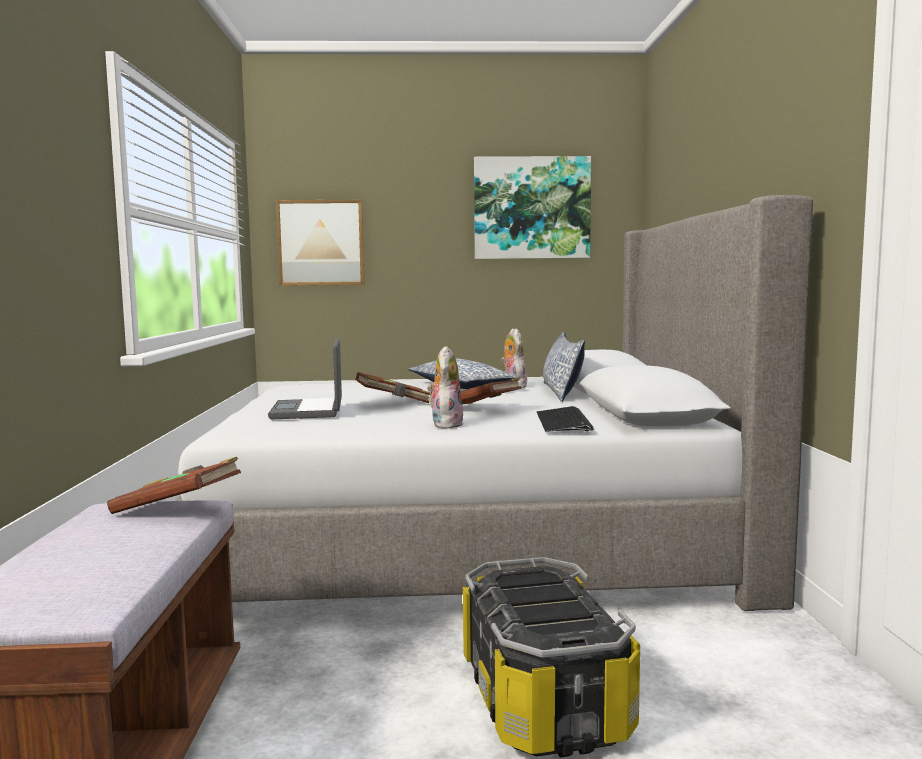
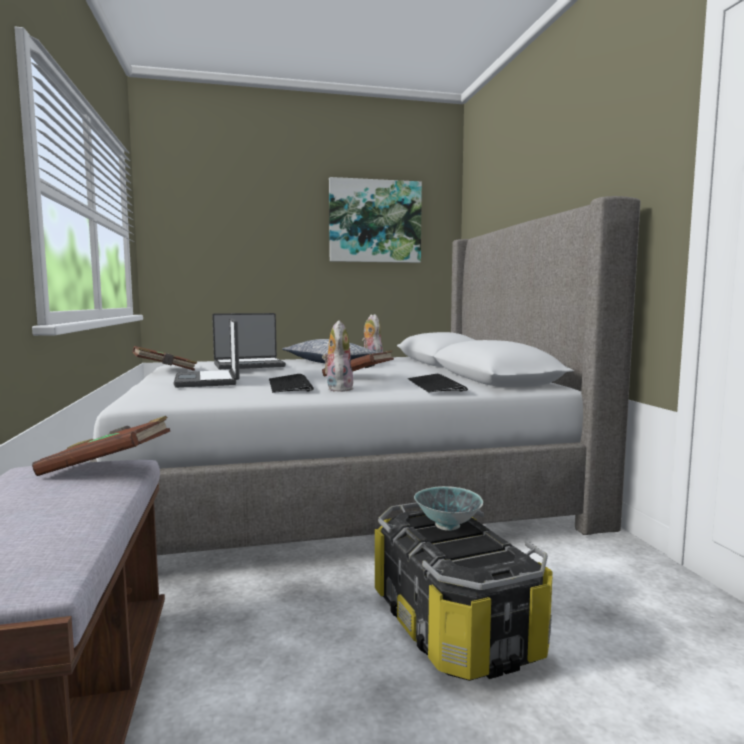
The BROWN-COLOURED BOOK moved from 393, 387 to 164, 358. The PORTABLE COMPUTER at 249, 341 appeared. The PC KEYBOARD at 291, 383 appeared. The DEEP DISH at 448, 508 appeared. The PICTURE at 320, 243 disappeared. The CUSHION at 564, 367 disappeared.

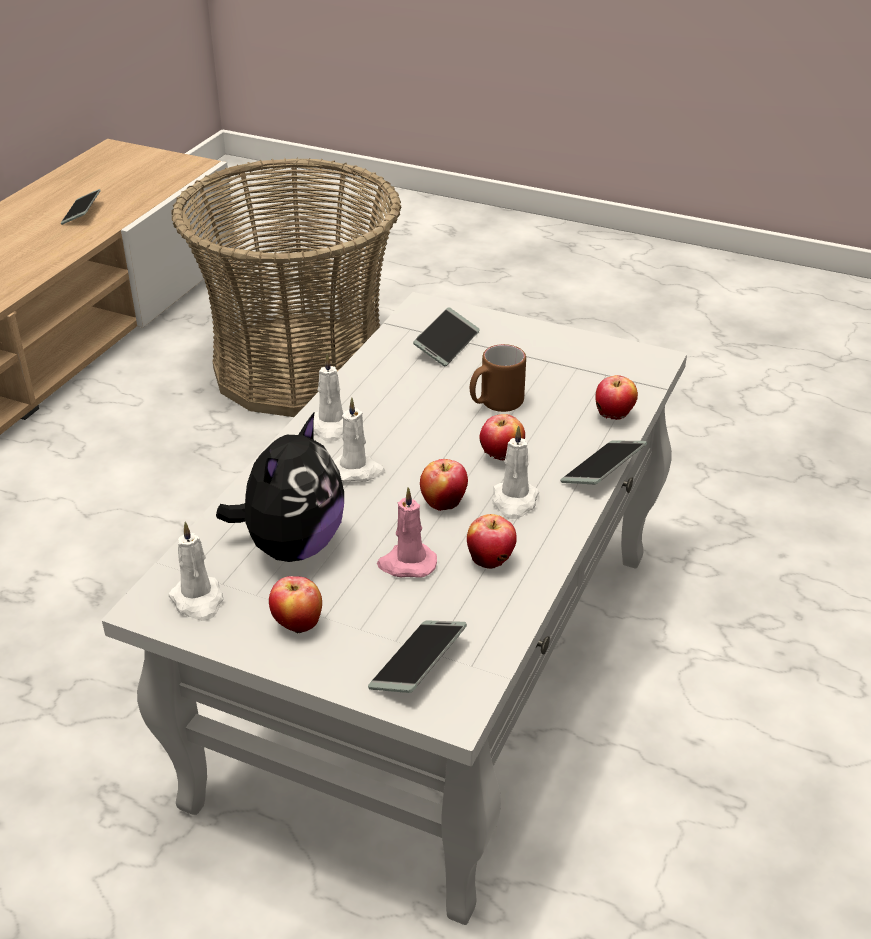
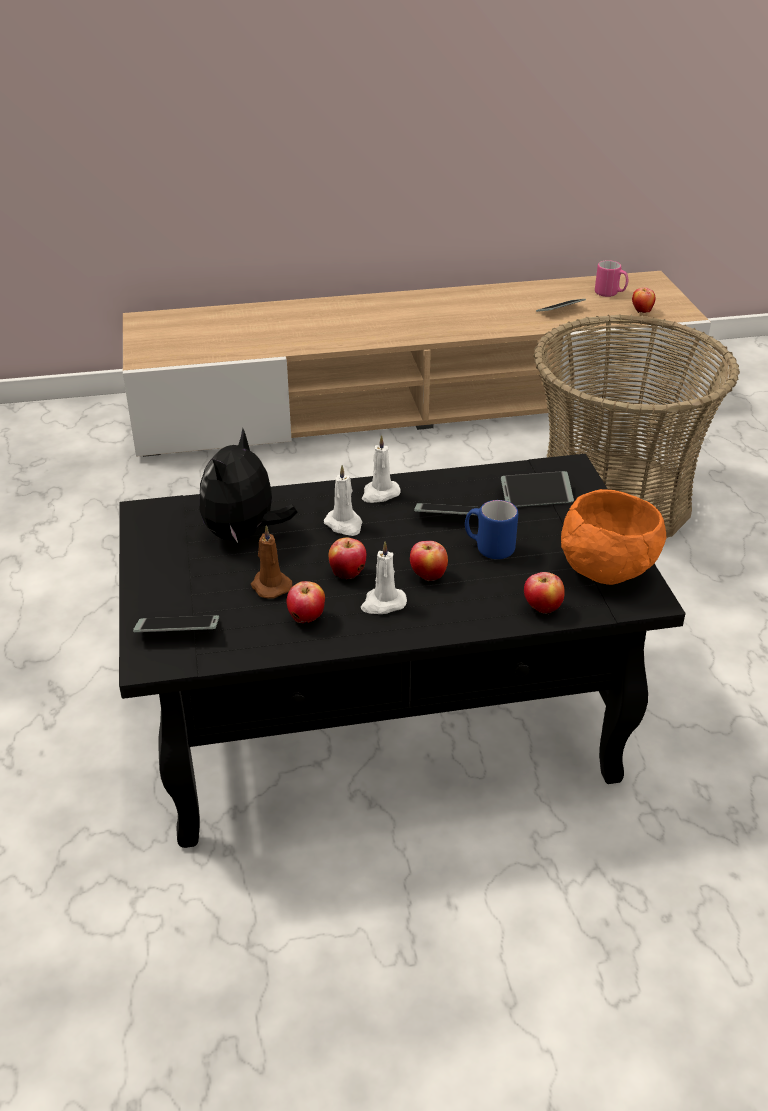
The WHITE LOUNGE TABLE at 394, 608 became the BLACK LOUNGE TABLE at 402, 651. The PLUSH TOY at 280, 487 turned 120 degrees clockwise. The PINKISH WAX CANDLE at 407, 532 became the BROWN-COLOURED WAX CANDLE at 271, 562. The HANDSET moved from 603, 462 to 447, 509. The BROWN-COLOURED TEA MUG at 498, 378 became the BLUISH TEA MUG at 491, 529. The ORANGE DEEP DISH at 613, 537 appeared. The PINKISH TEA MUG at 611, 278 appeared. The WHOLE APPLE moved from 295, 605 to 643, 300. The WHITE WAX CANDLE at 195, 571 disappeared.

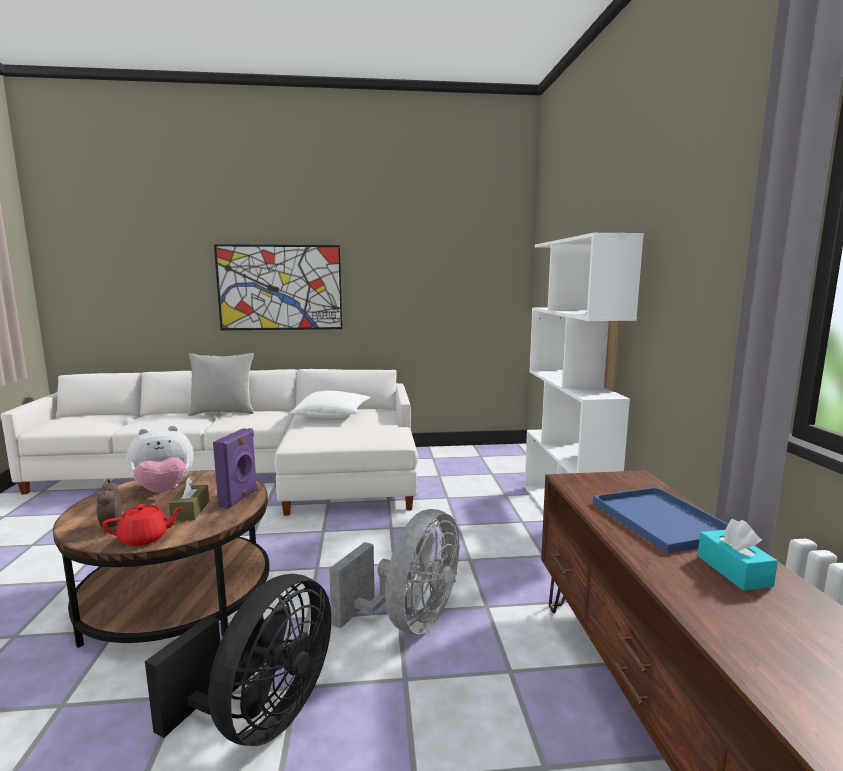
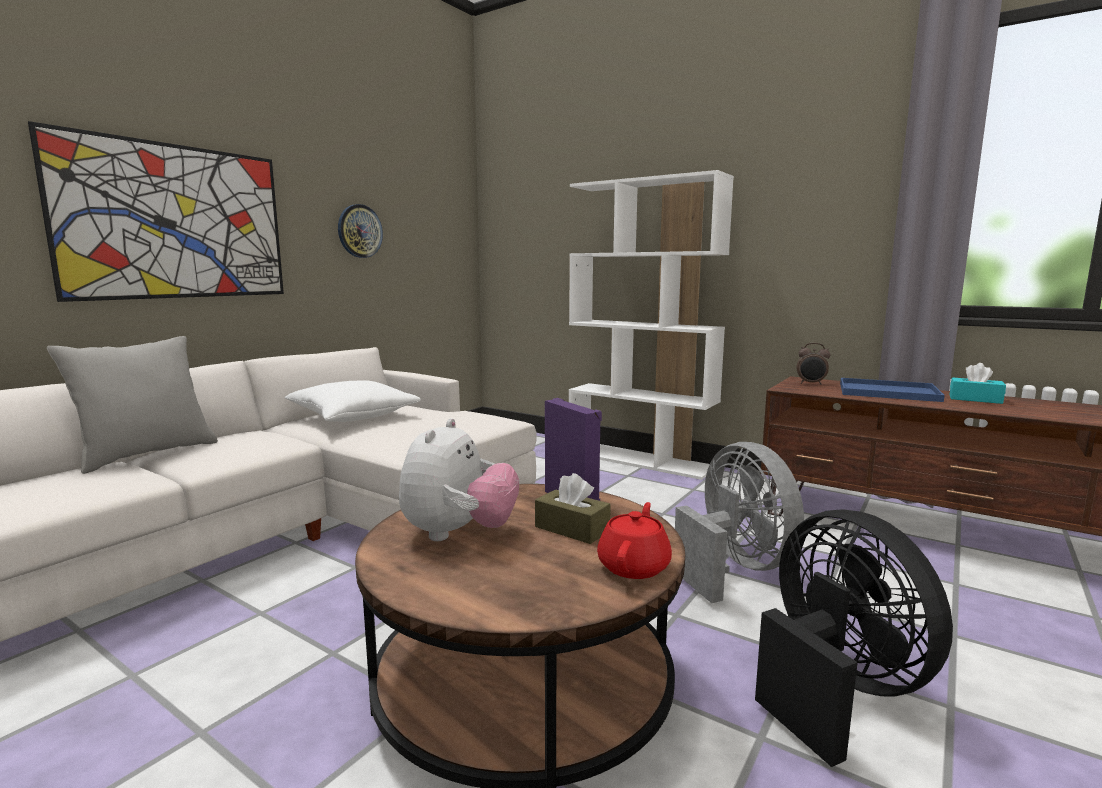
The HANGING CLOCK at 360, 231 appeared. The BEDSIDE CLOCK moved from 109, 506 to 813, 364.

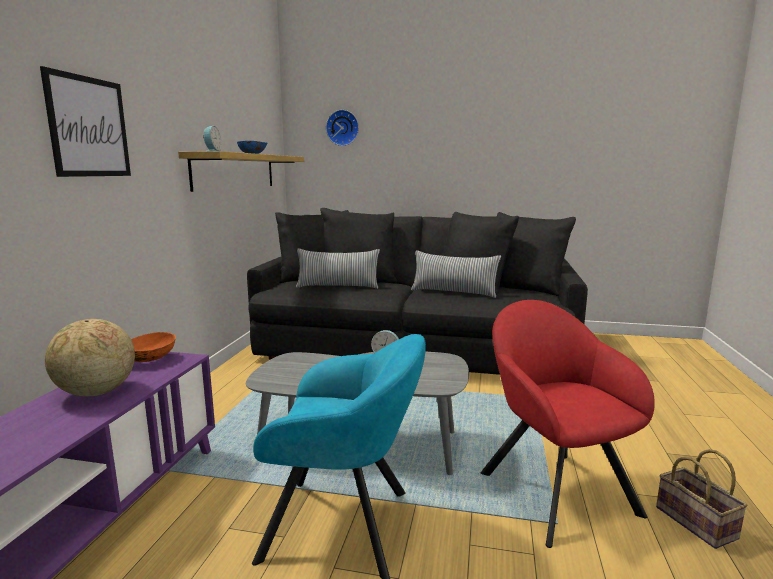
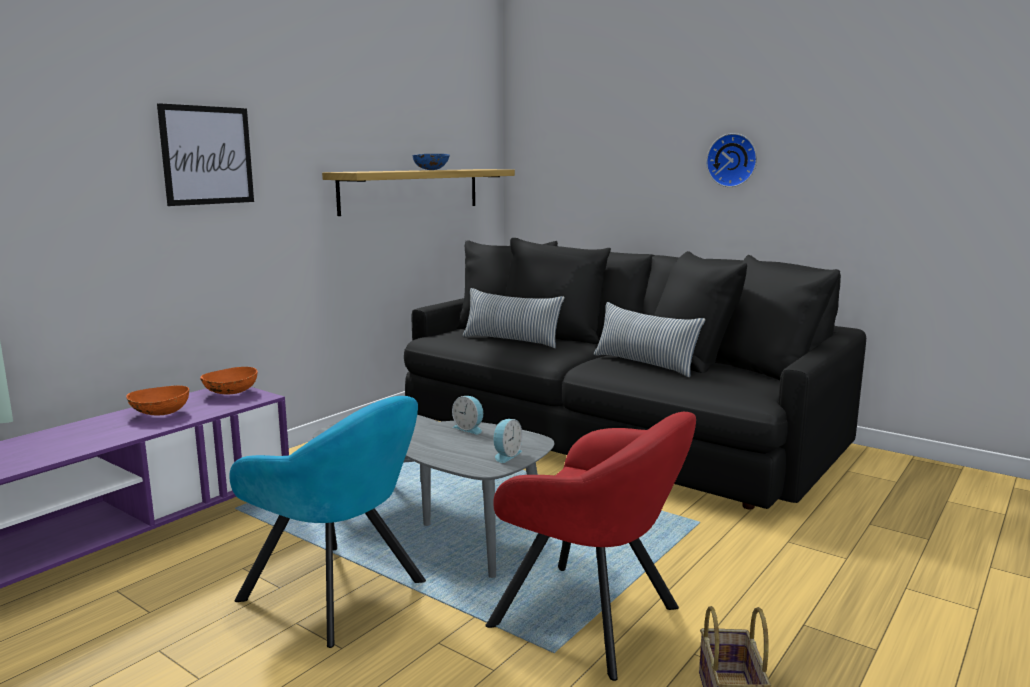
The DESK GLOBE at 90, 358 was replaced by the ORANGE DEEP DISH at 157, 401. The RED-COLOURED ARMCHAIR at 568, 424 turned 120 degrees clockwise. The BEDSIDE CLOCK moved from 212, 138 to 507, 441. The HANGING CLOCK moved from 342, 128 to 731, 160.

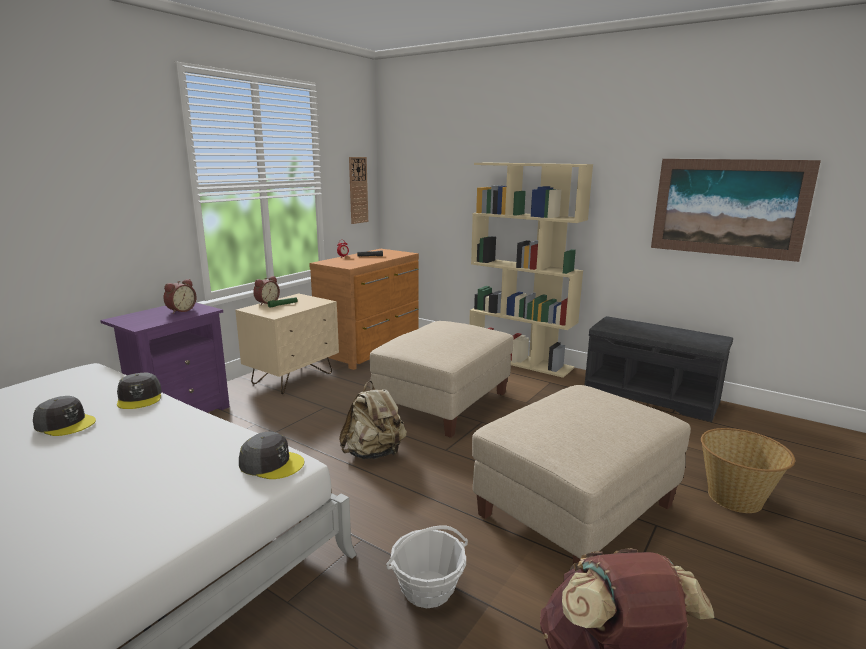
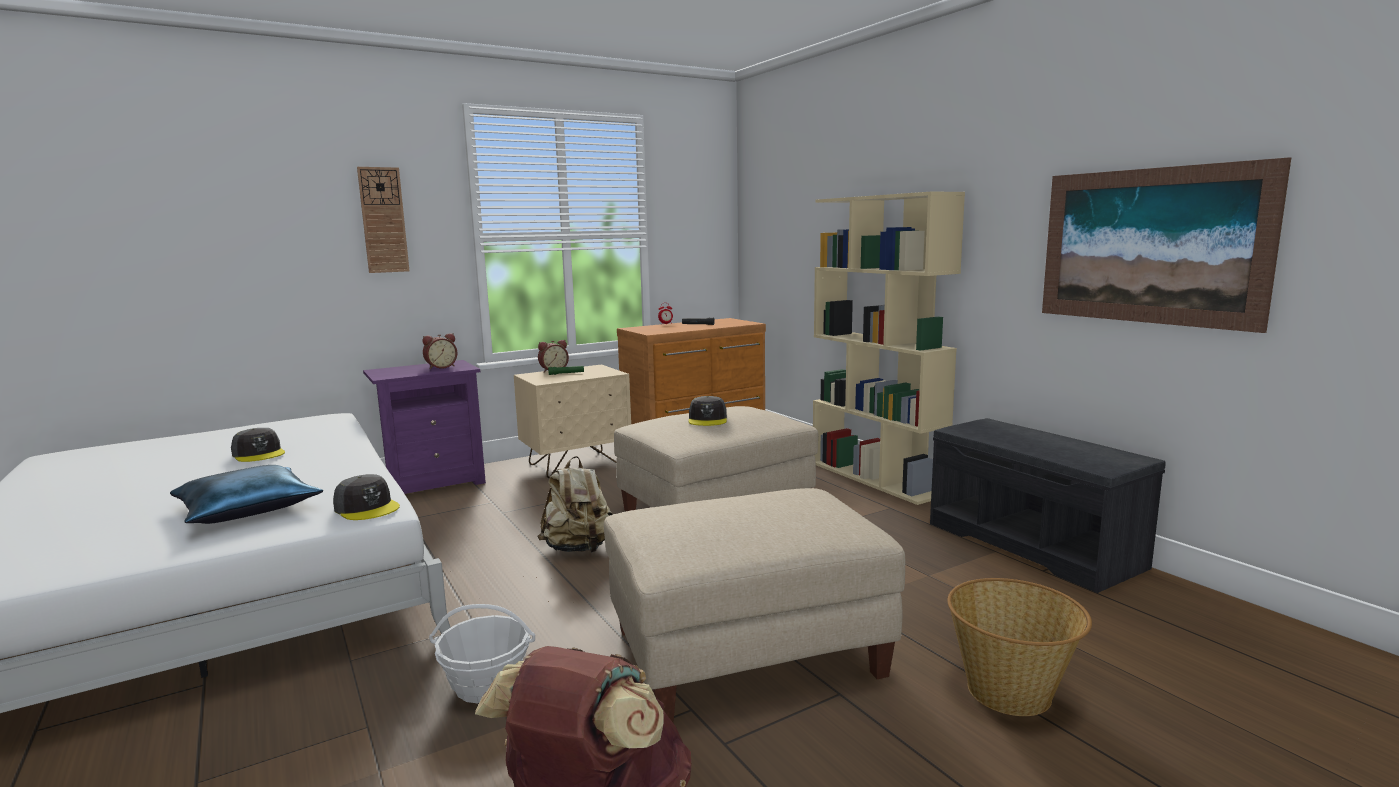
The BLUISH CUSHION at 246, 494 appeared. The HANGING CLOCK moved from 358, 190 to 383, 220. The GREY CAP moved from 139, 391 to 707, 411.

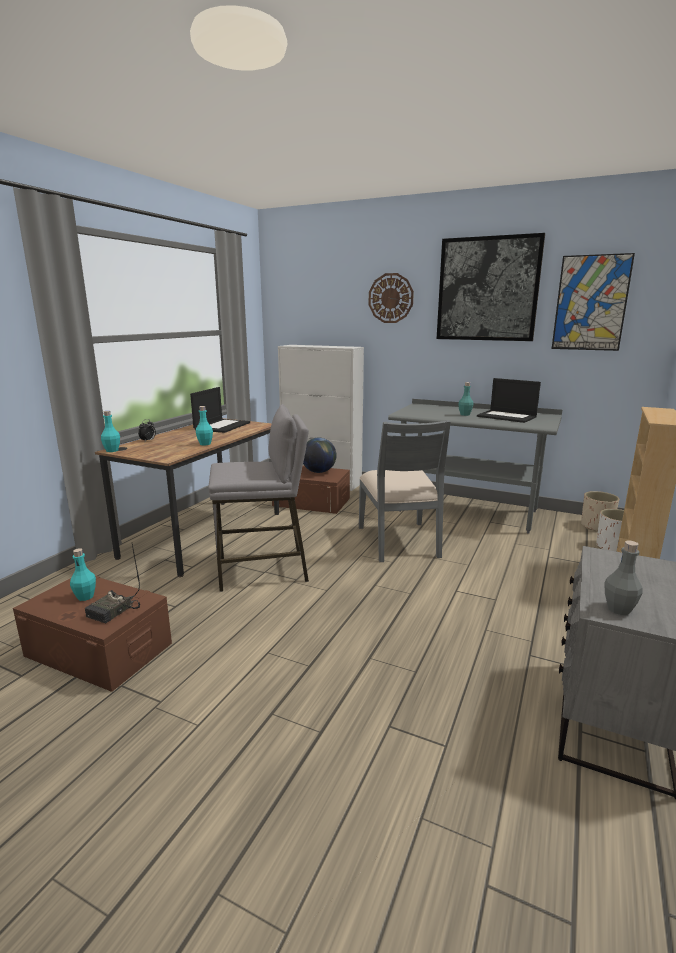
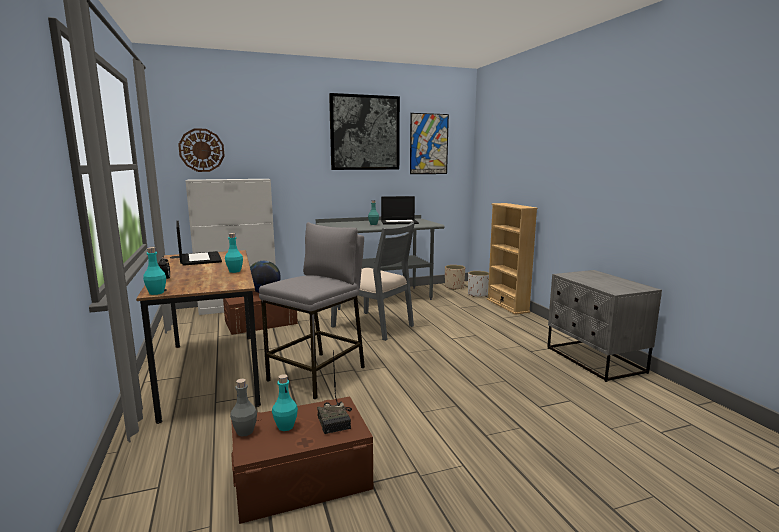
The HANGING CLOCK moved from 391, 298 to 201, 150. The GREY BEVERAGE BOTTLE moved from 623, 578 to 243, 408.

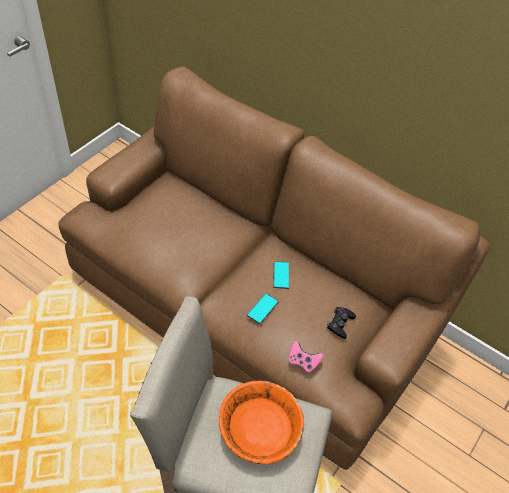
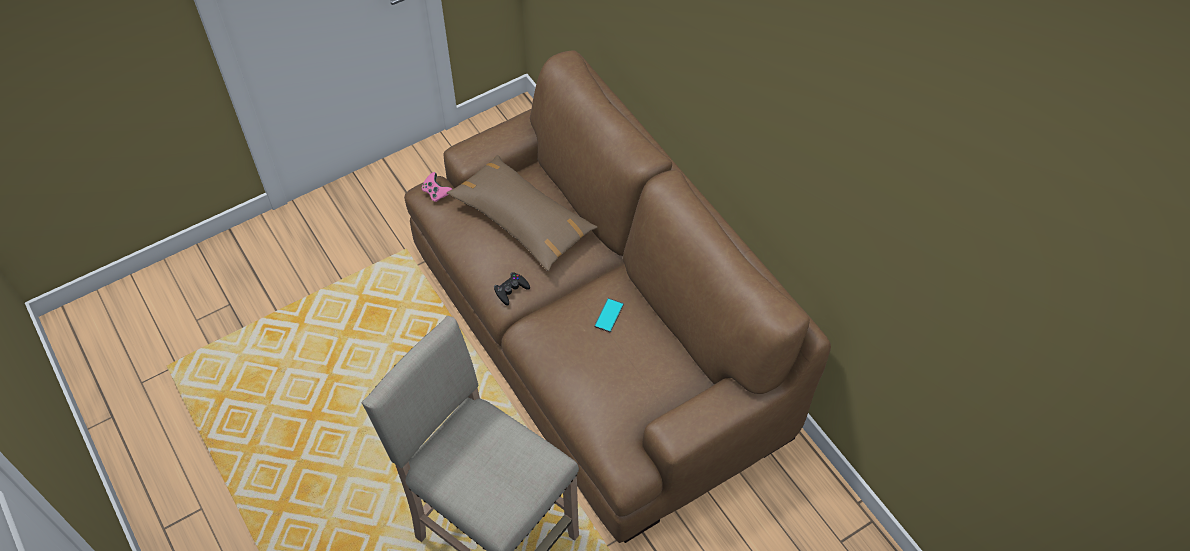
The PINKISH GAMEPAD moved from 306, 356 to 437, 187. The BROWN-COLOURED CUSHION at 522, 213 appeared. The BLACK GAMEPAD moved from 341, 323 to 512, 289. The ORANGE DEEP DISH at 261, 422 disappeared. The HANDSET at 263, 308 disappeared.

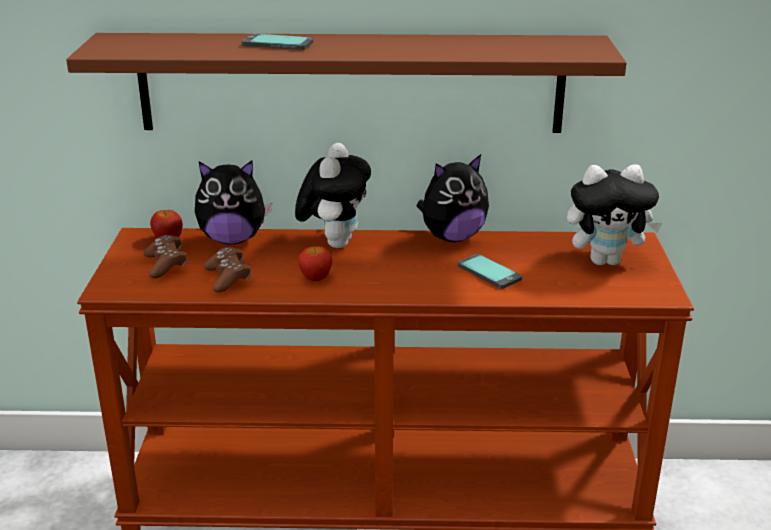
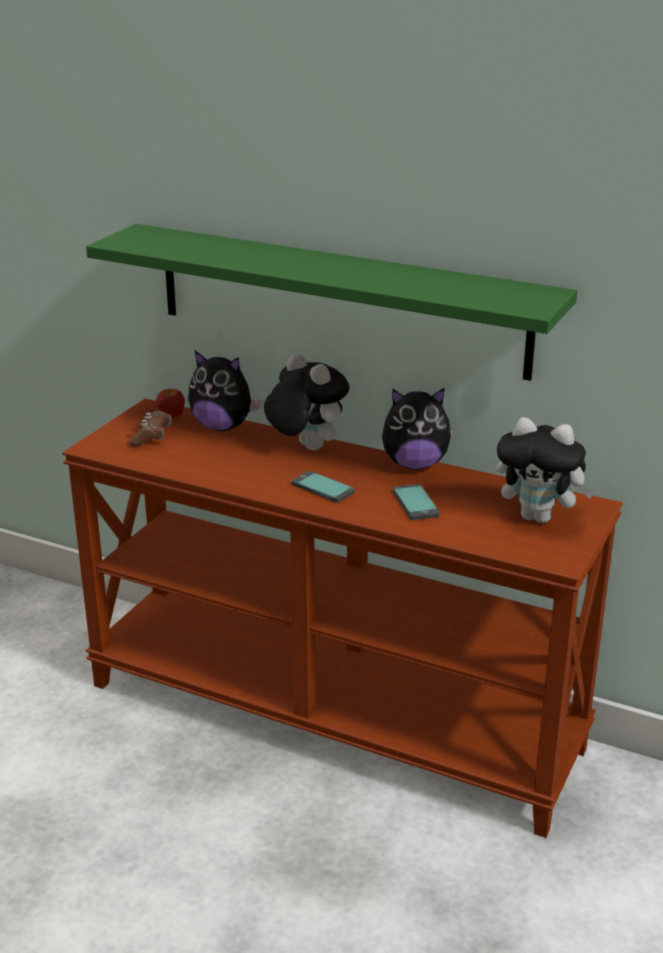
The BROWN-COLOURED BRACKET SHELF at 346, 83 became the GREENISH BRACKET SHELF at 331, 302. The PLUSH TOY at 333, 195 turned 75 degrees counterclockwise. The HANDSET moved from 278, 42 to 323, 487. The BROWN-COLOURED GAMEPAD at 227, 269 disappeared. The WHOLE APPLE at 315, 263 disappeared.

